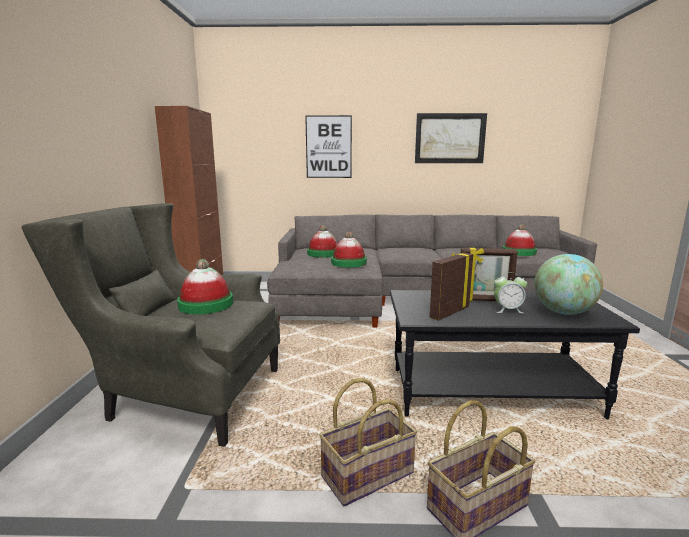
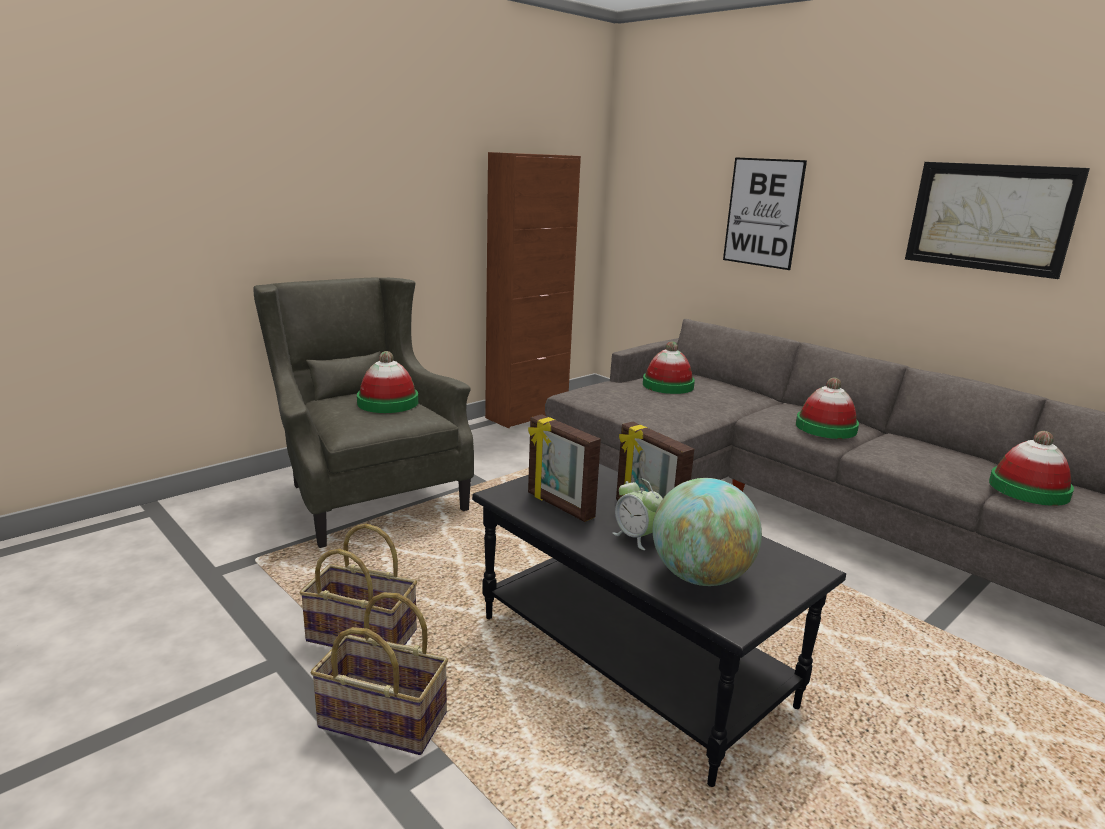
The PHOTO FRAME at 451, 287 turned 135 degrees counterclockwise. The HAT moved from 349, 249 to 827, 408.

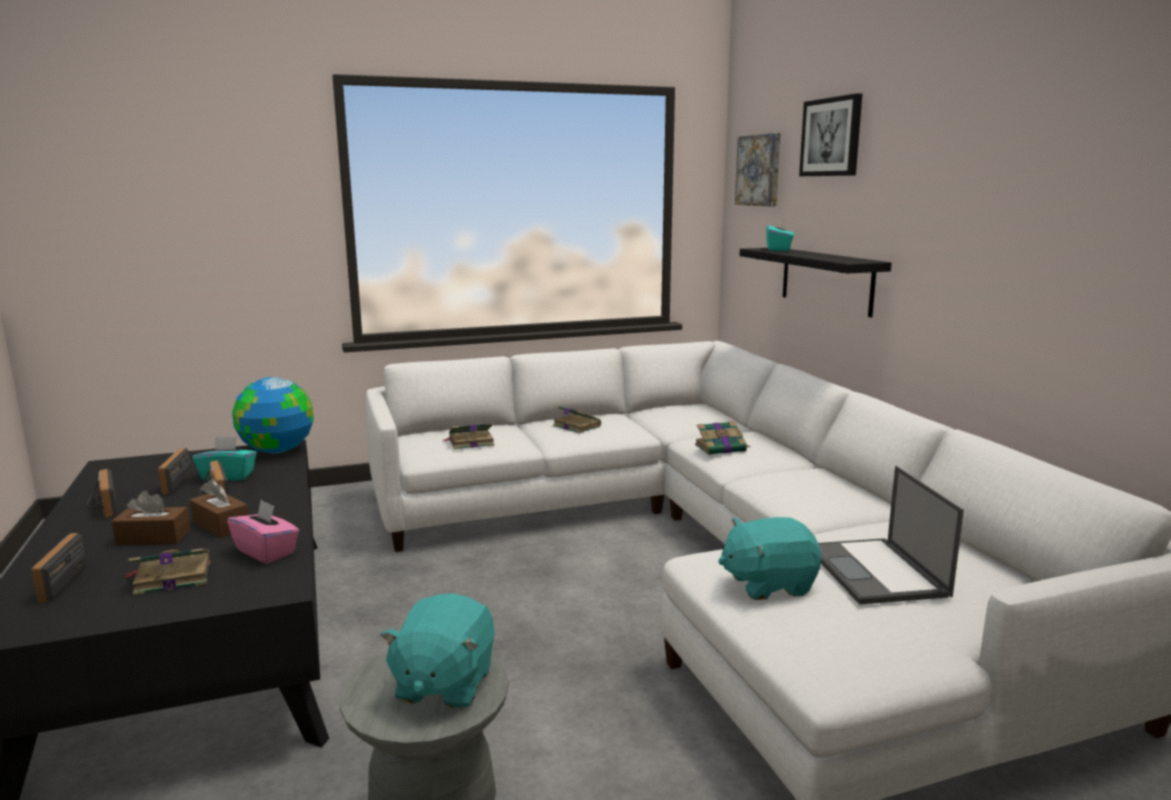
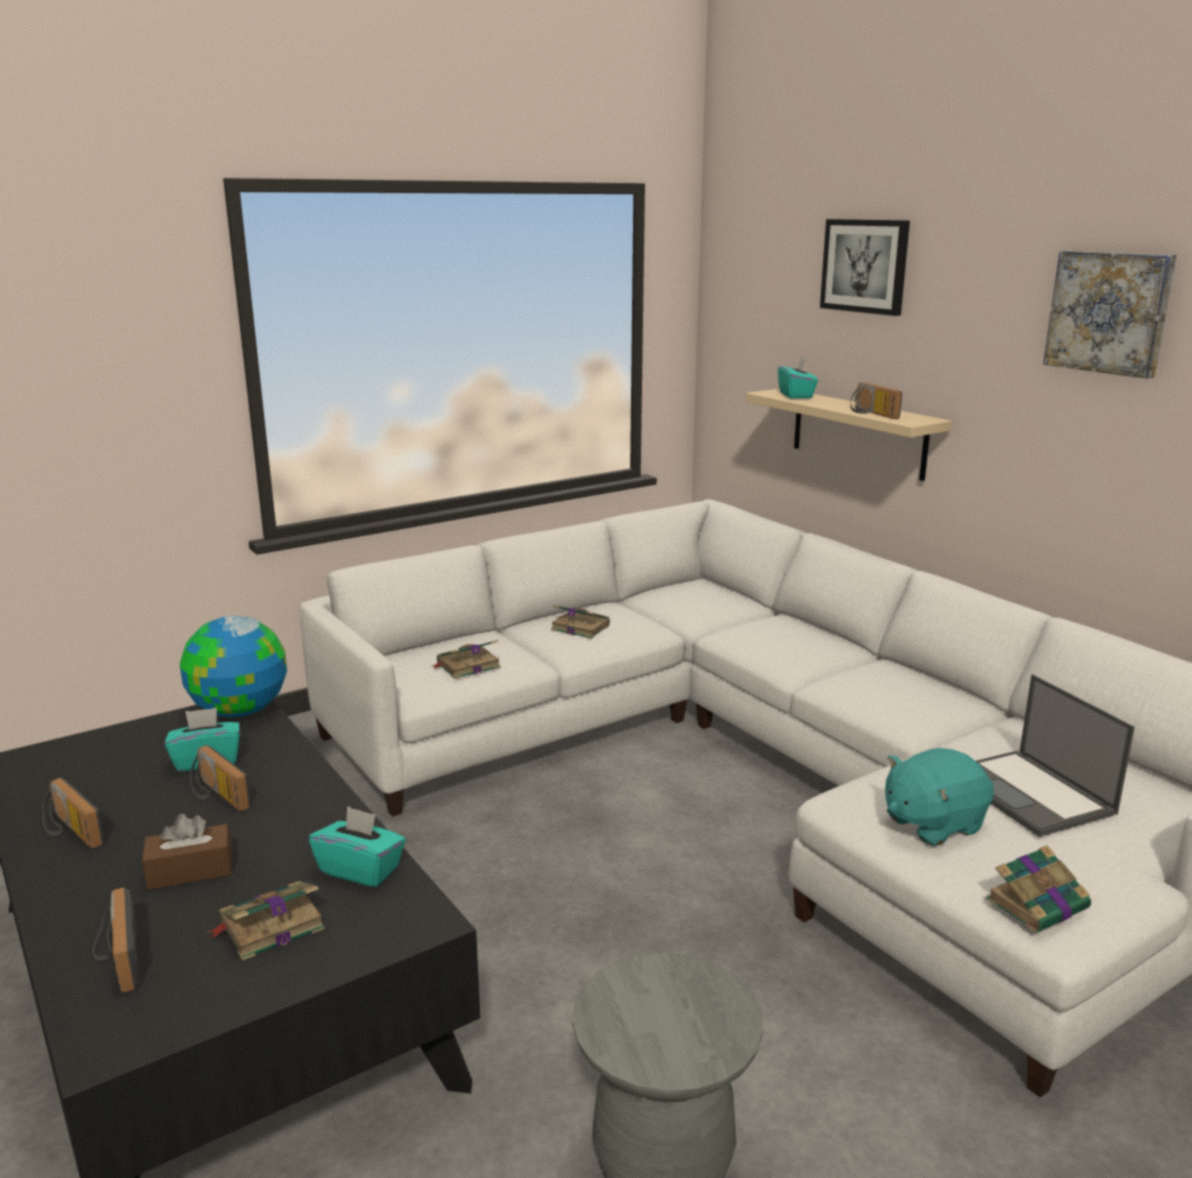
The PINKISH TISSUE BOX at 263, 531 became the TURQUOISE-COLOURED TISSUE BOX at 357, 846. The BLACK BRACKET SHELF at 815, 282 became the BEIGE-COLOURED BRACKET SHELF at 849, 435. The RADIO SET moved from 175, 471 to 876, 400. The BOOK moved from 723, 438 to 1038, 889. The PICTURE moved from 758, 169 to 1110, 315. The BROWN-COLOURED TISSUE BOX at 219, 508 disappeared. The TURQUOISE-COLOURED PLUSH TOY at 437, 651 disappeared.

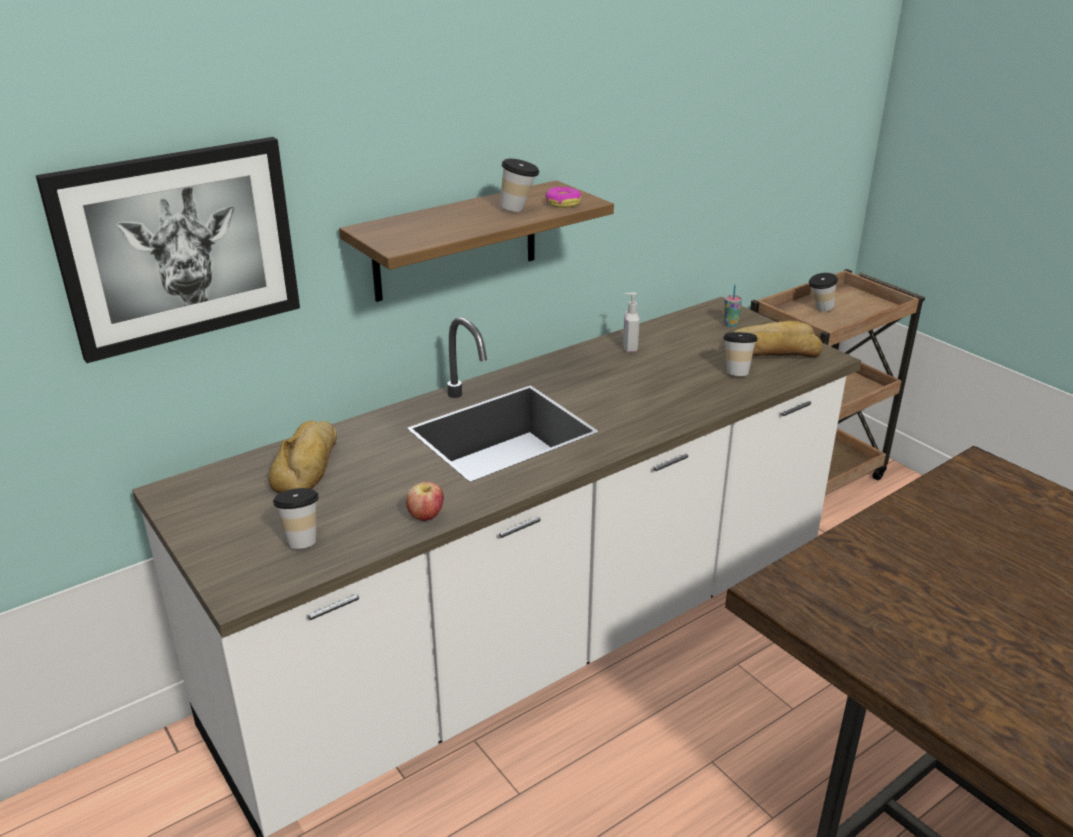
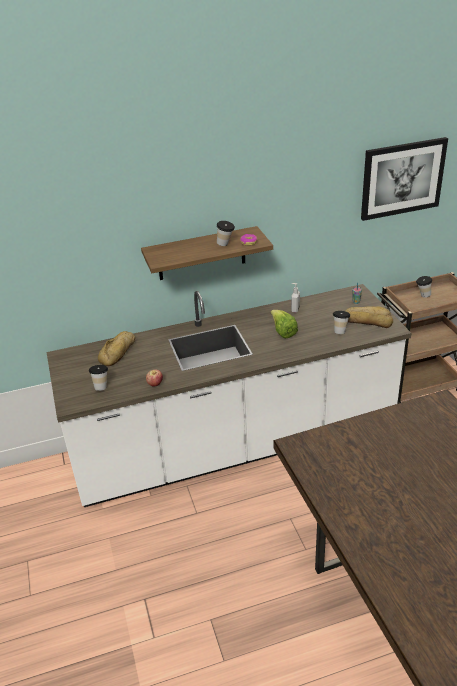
The HEAD OF LETTUCE at 284, 324 appeared. The PICTURE moved from 168, 250 to 404, 179.

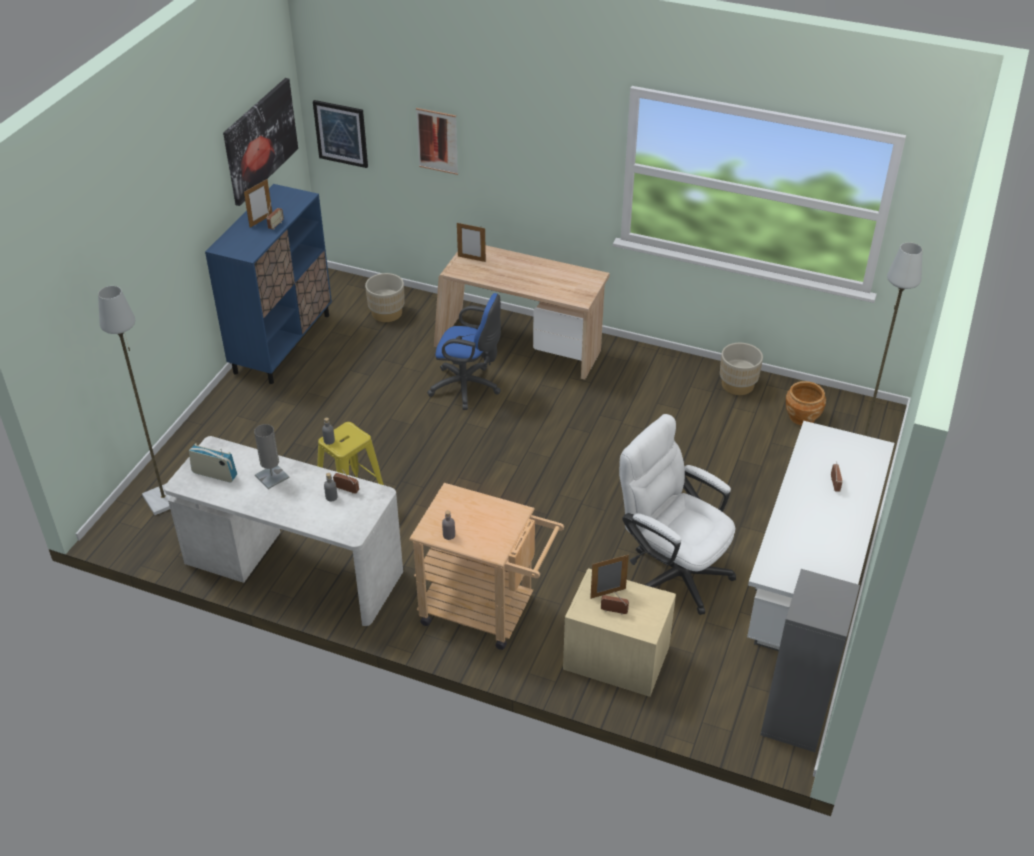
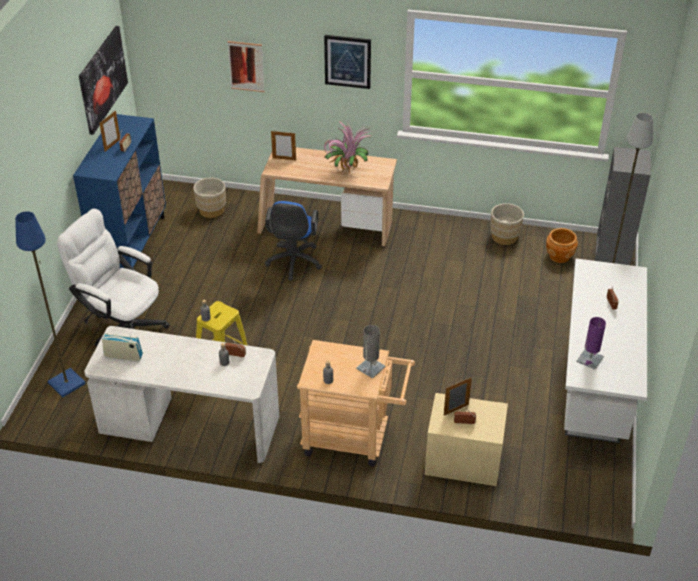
The GREY STANDARD LAMP at 135, 400 became the BLUISH STANDARD LAMP at 50, 304. The WHITE OFFICE CHAIR moved from 677, 514 to 113, 277. The BLUISH OFFICE CHAIR at 464, 351 turned 90 degrees clockwise. The PICTURE moved from 340, 134 to 347, 62. The POTTED PLANT at 348, 148 appeared. The GREY TABLE LAMP moved from 272, 456 to 371, 352. The PURPLISH TABLE LAMP at 591, 343 appeared. The GREY BOOKSHELF moved from 810, 660 to 623, 206.

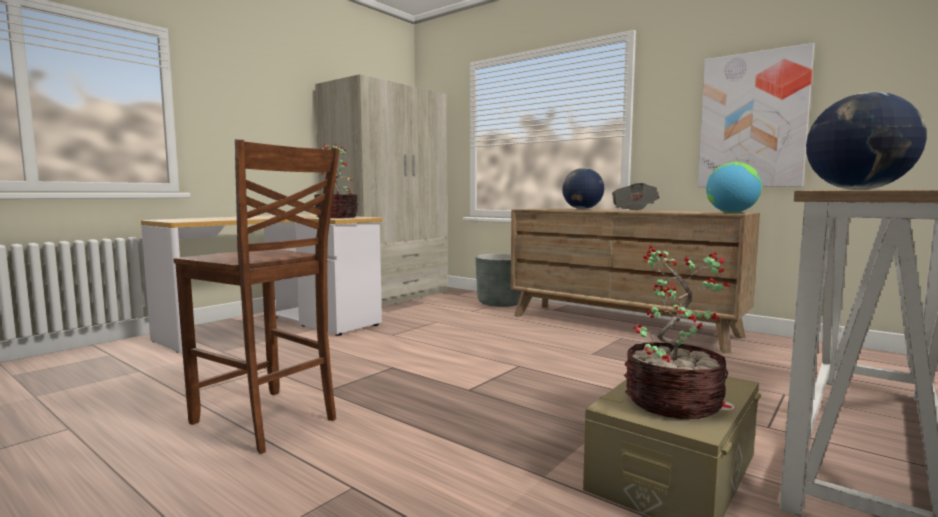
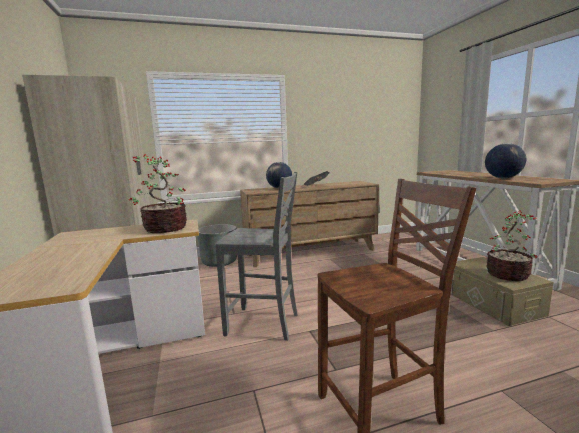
The GREY CHAIR at 256, 256 appeared. The PICTURE at 756, 115 disappeared. The DESK GLOBE at 734, 187 disappeared.

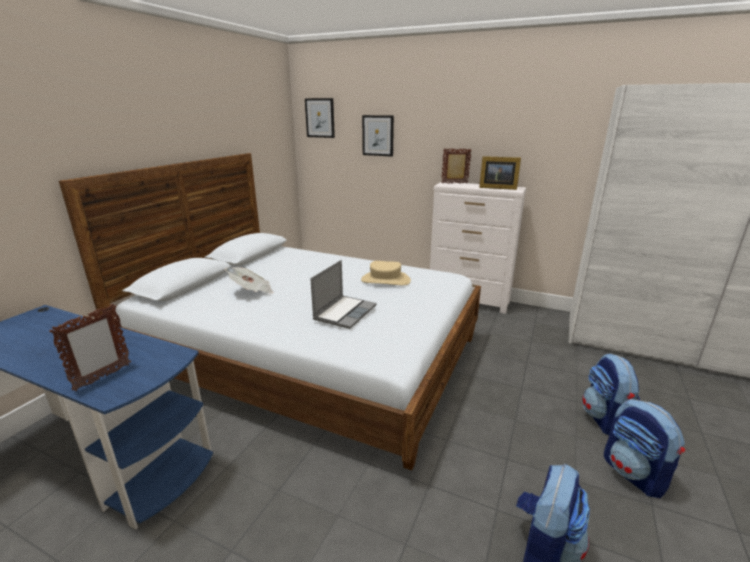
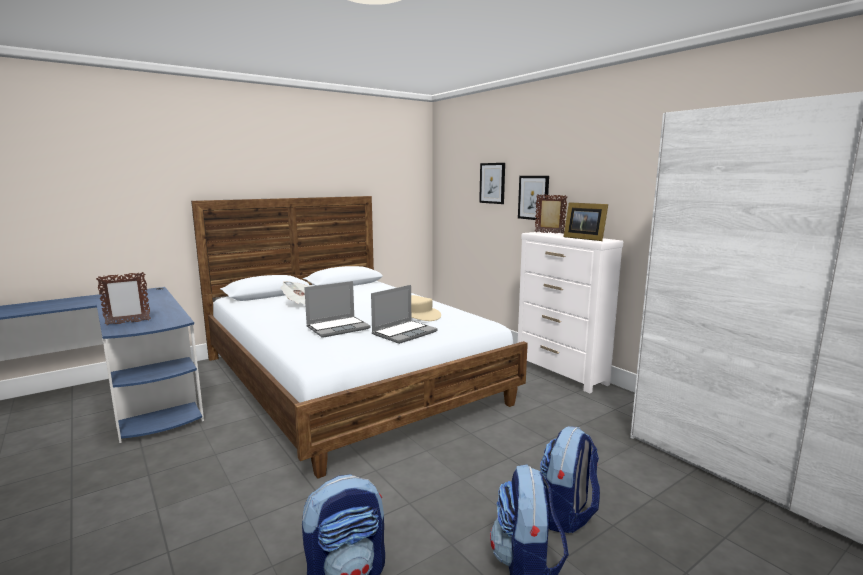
The PORTABLE COMPUTER at 404, 314 appeared. The PICTURE moved from 320, 118 to 533, 198.

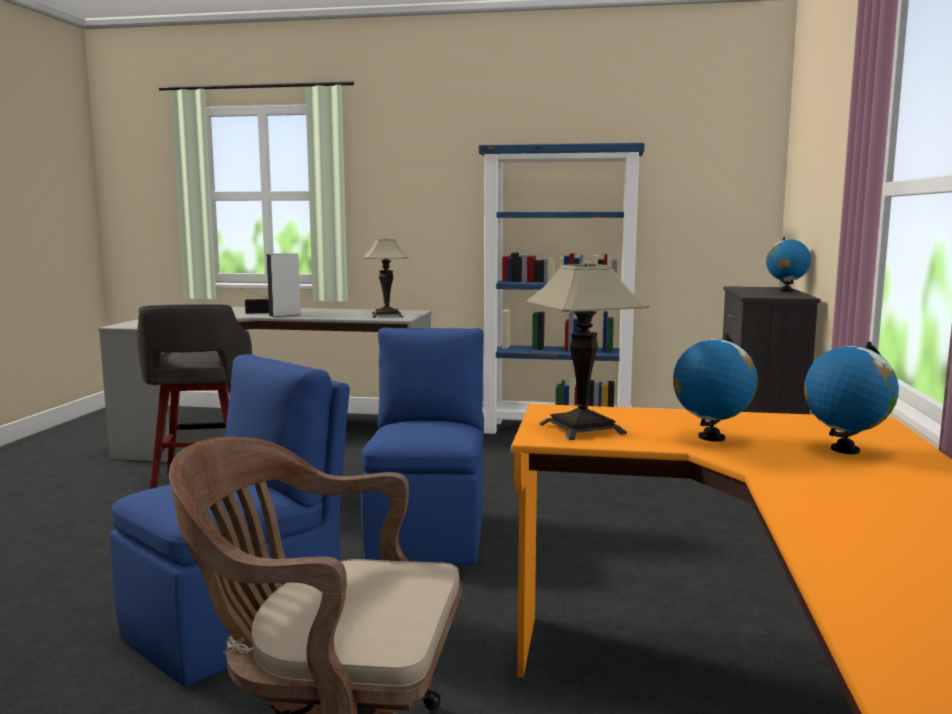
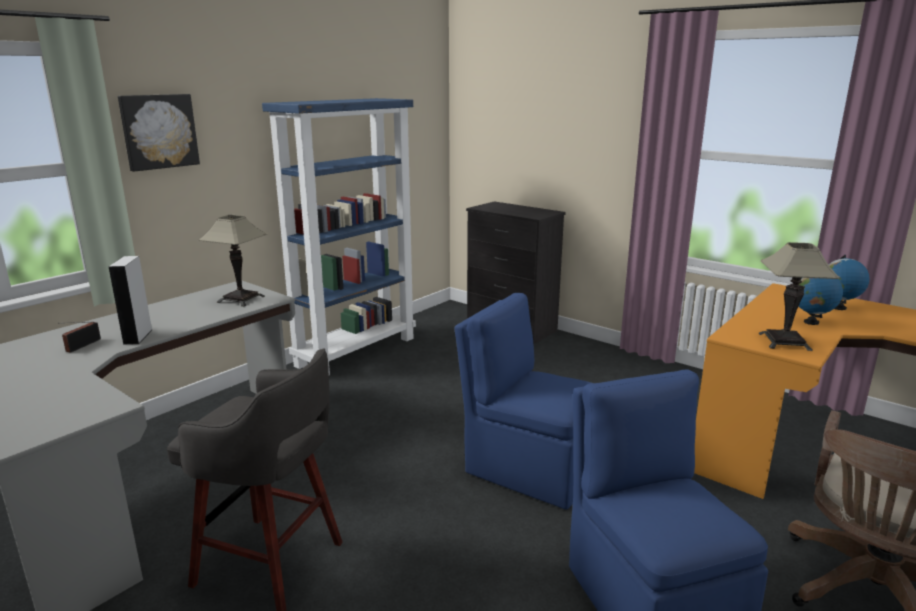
The PICTURE at 159, 133 appeared. The DESK GLOBE at 788, 264 disappeared.

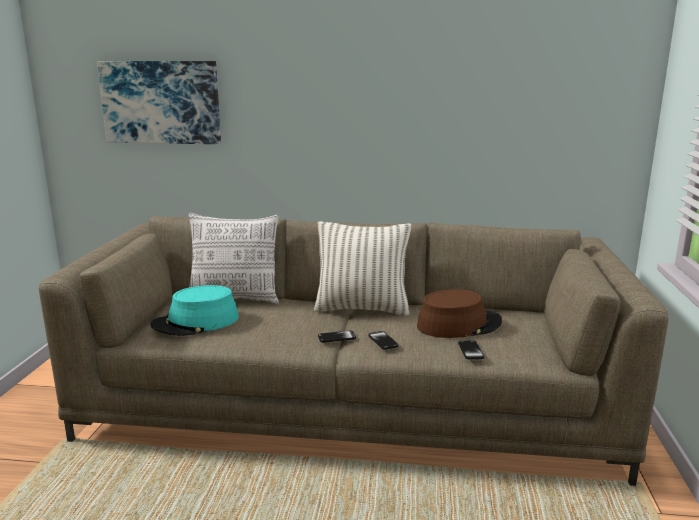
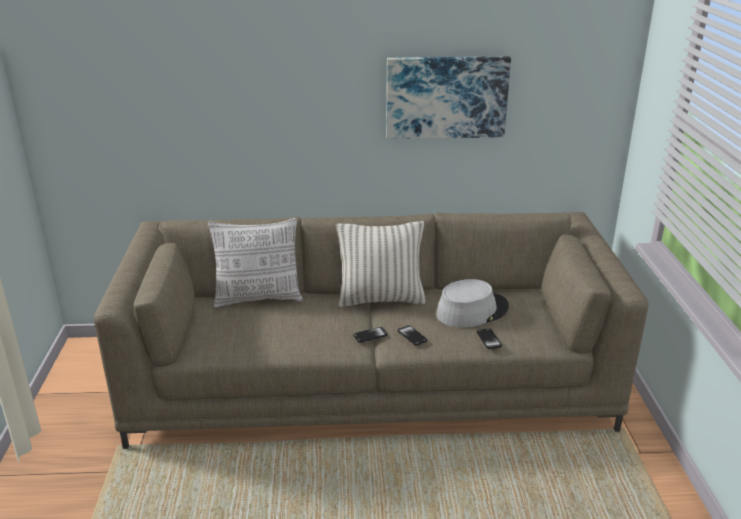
The PICTURE moved from 159, 102 to 448, 97. The BROWN-COLOURED HAT at 459, 313 became the GREY HAT at 472, 303. The TURQUOISE-COLOURED HAT at 195, 310 disappeared.

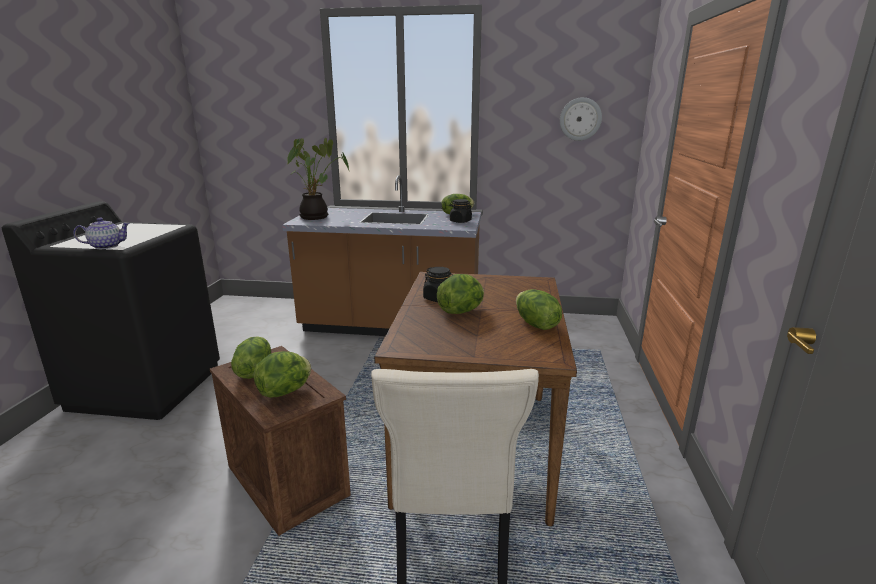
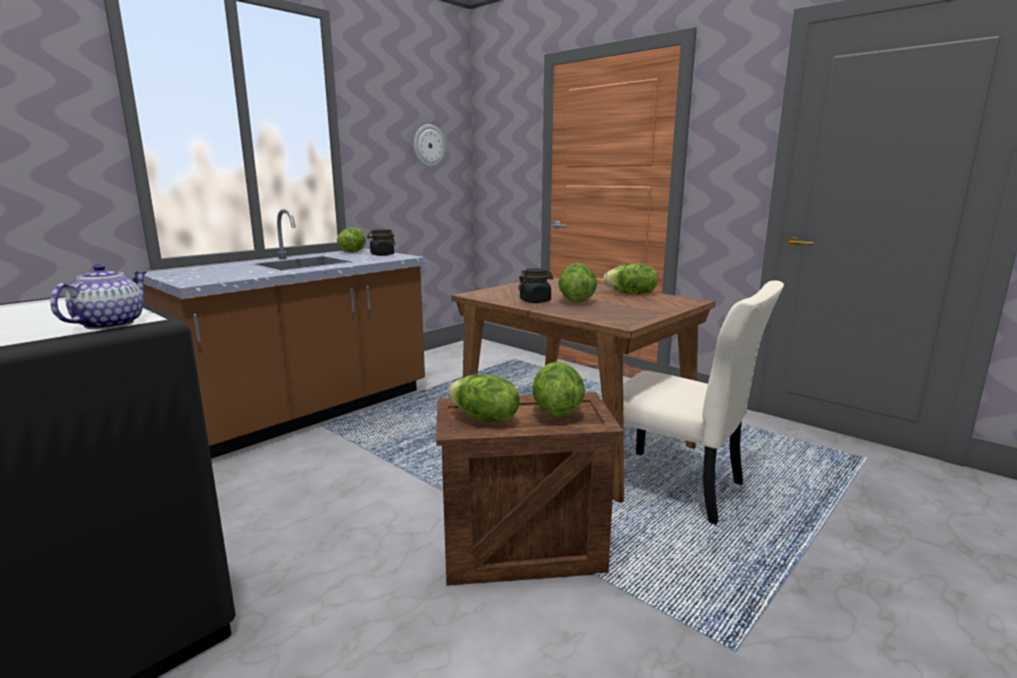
The POTTED PLANT at 318, 179 disappeared.

